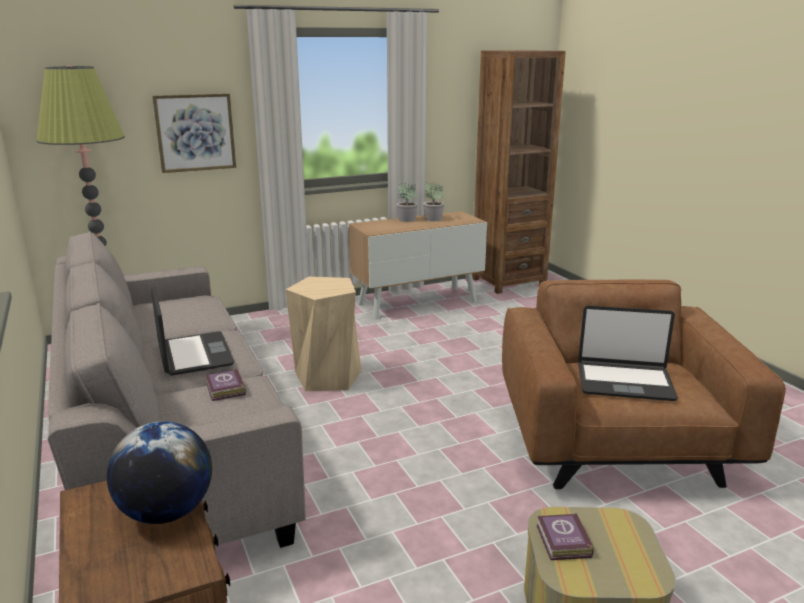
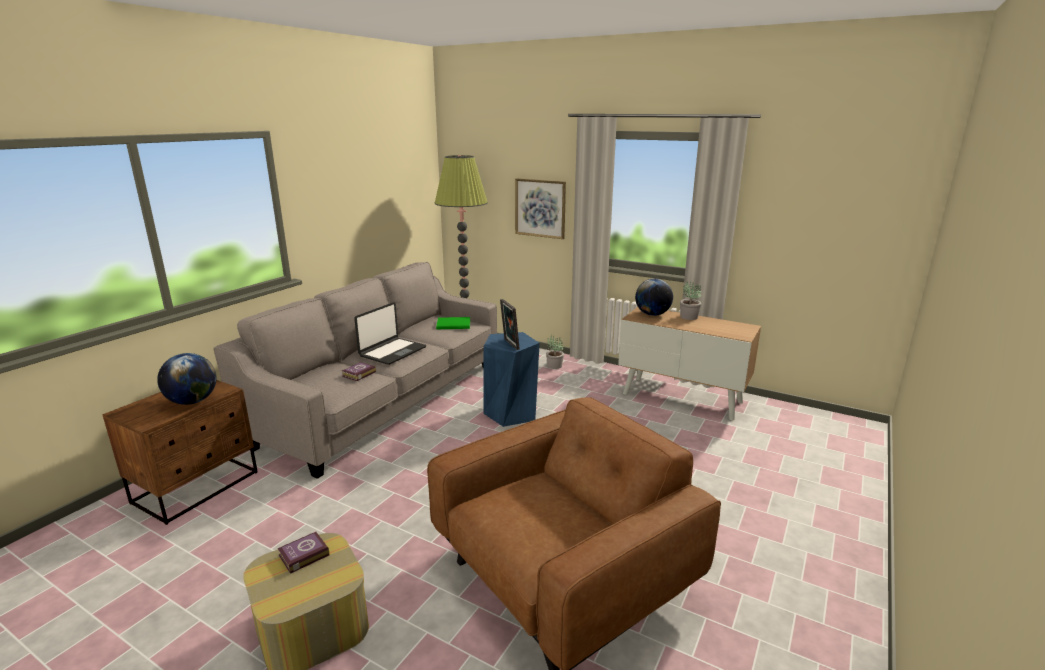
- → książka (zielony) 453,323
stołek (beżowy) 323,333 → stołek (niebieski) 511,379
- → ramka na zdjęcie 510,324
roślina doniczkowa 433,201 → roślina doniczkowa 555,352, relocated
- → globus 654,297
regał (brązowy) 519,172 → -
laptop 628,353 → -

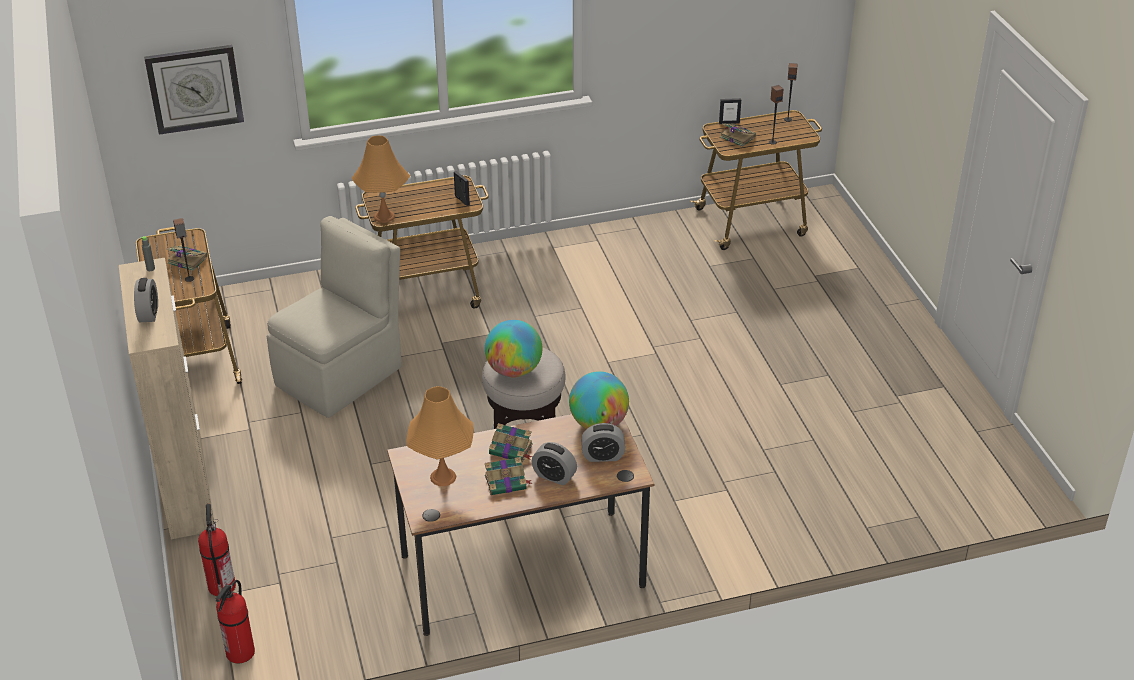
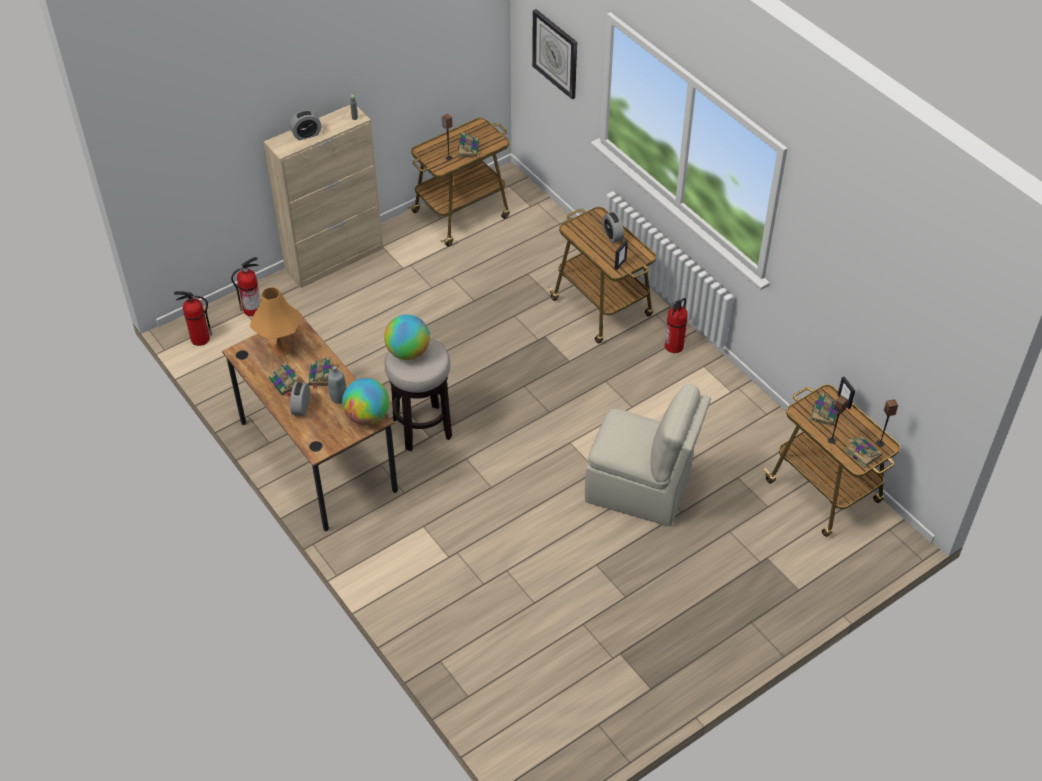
- → butelka (szary) 337,385
krzesło (beżowy) 334,317 → krzesło (beżowy) 648,455, relocated
budzik 603,442 → budzik 613,227, relocated
- → gaśnica 676,325
- → książka 863,452
lampa stołowa (pomarańczowy) 380,179 → -

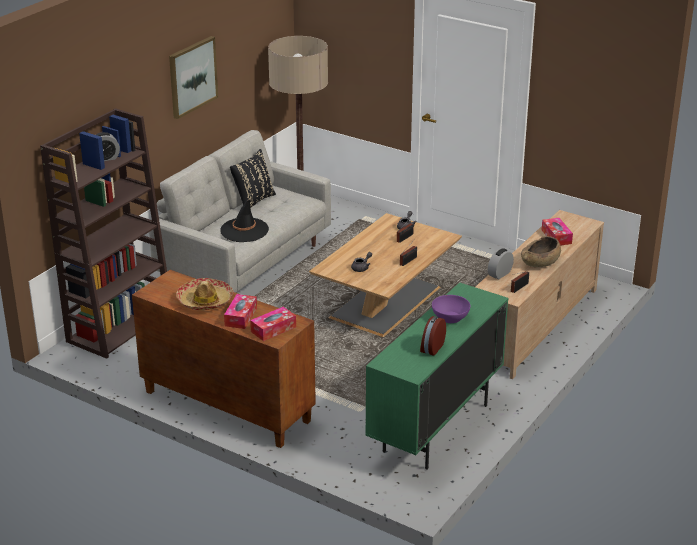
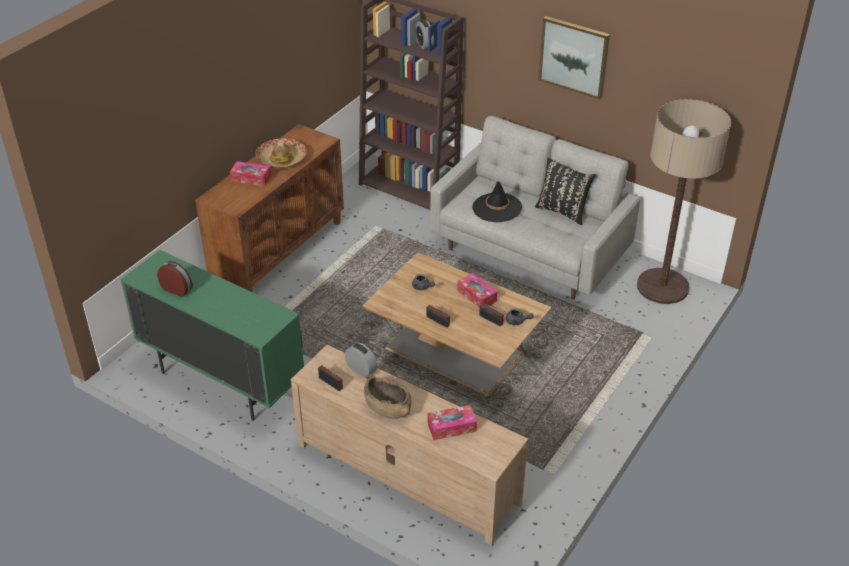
pudełko chusteczek 273,324 → pudełko chusteczek 477,290, relocated
miska (fioletowy) 451,309 → -

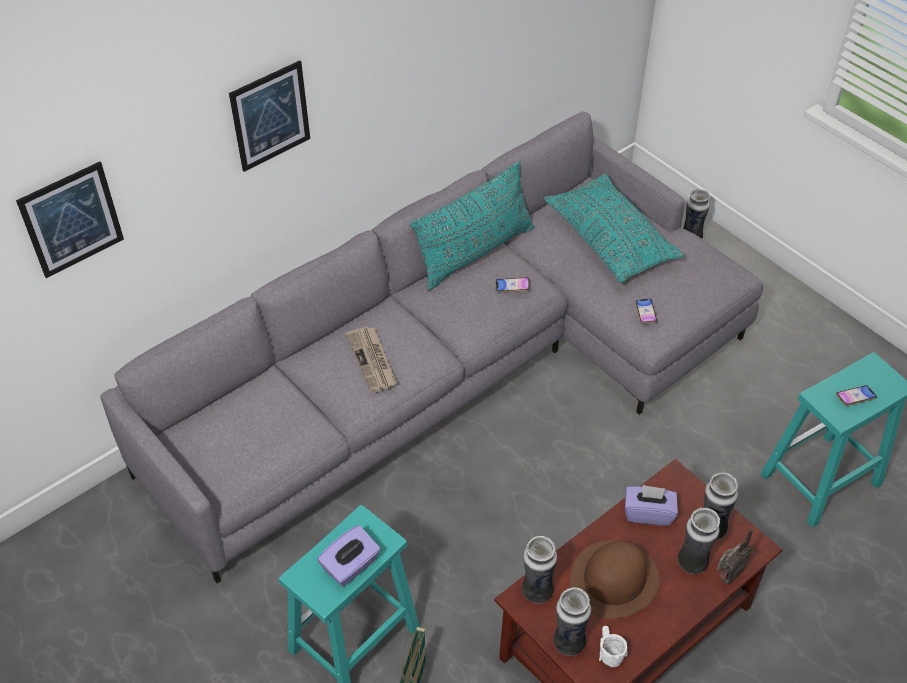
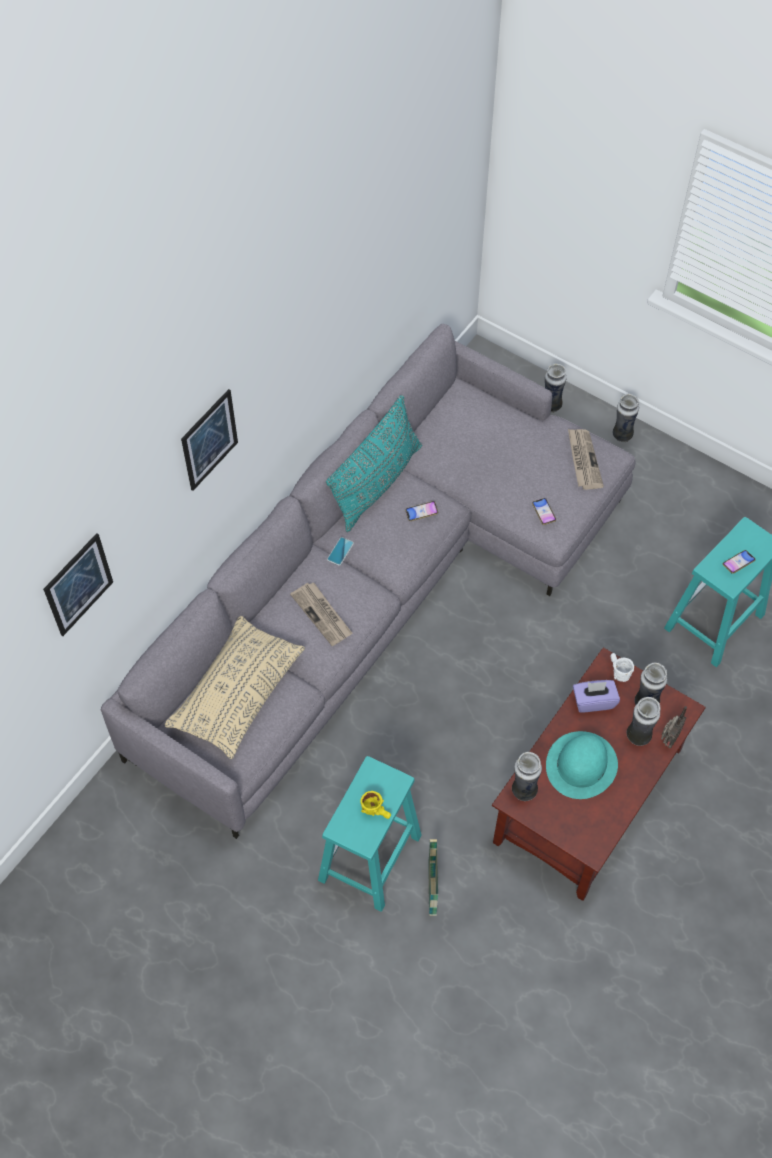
- → poduszka (beżowy) 235,687
- → telefon 340,551
pudełko chusteczek (fioletowy) 349,556 → kubek (żółty) 375,805
kapelusz (brązowy) 614,579 → kapelusz (turkusowy) 582,765
- → gazeta 586,459
kubek (biały) 613,646 → kubek (biały) 622,667, relocated
wazon 572,621 → wazon 626,418, relocated
poduszka (turkusowy) 614,228 → -

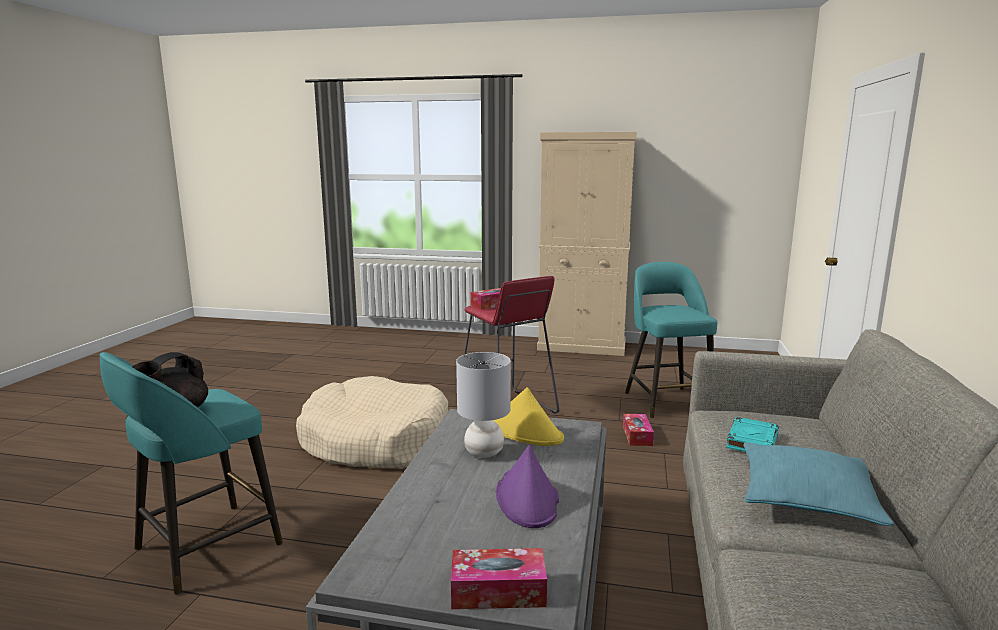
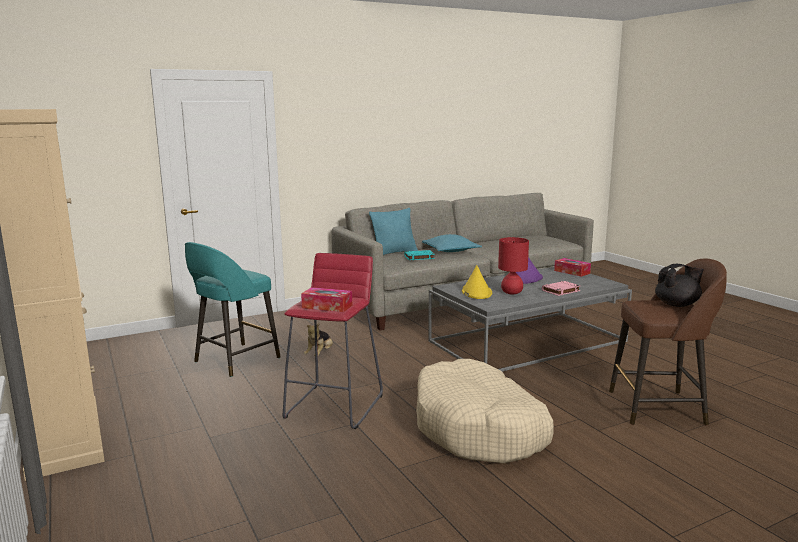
pudełko chusteczek 638,430 → pluszak 318,339
- → poduszka (turkusowy) 393,231
lampa stołowa (szary) 483,405 → lampa stołowa (czerwony) 513,265
- → książka (różowy) 561,288
stołek (turkusowy) 191,473 → stołek (brązowy) 668,342

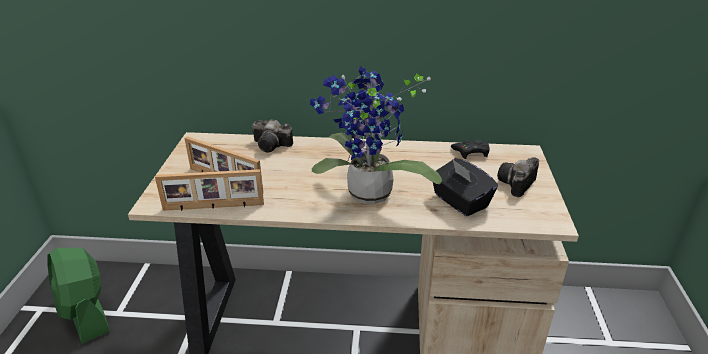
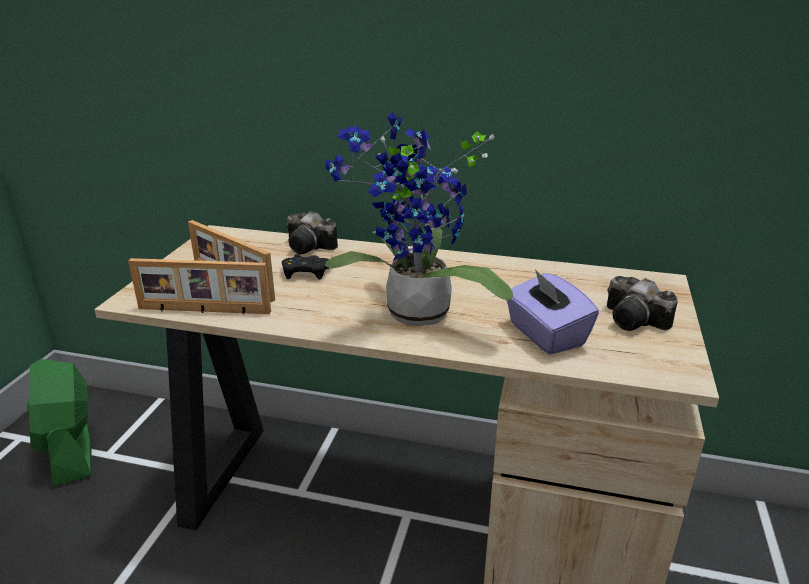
pad do gier (czarny) 470,149 → pad do gier (czarny) 305,267, relocated
pudełko chusteczek (czarny) 465,187 → pudełko chusteczek (fioletowy) 552,312
aparat fotograficzny 518,177 → aparat fotograficzny 642,303, 90 degrees counterclockwise

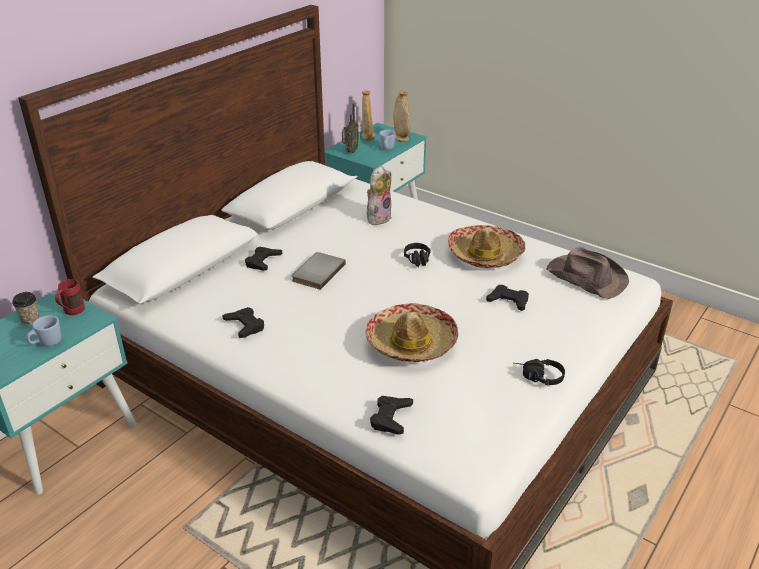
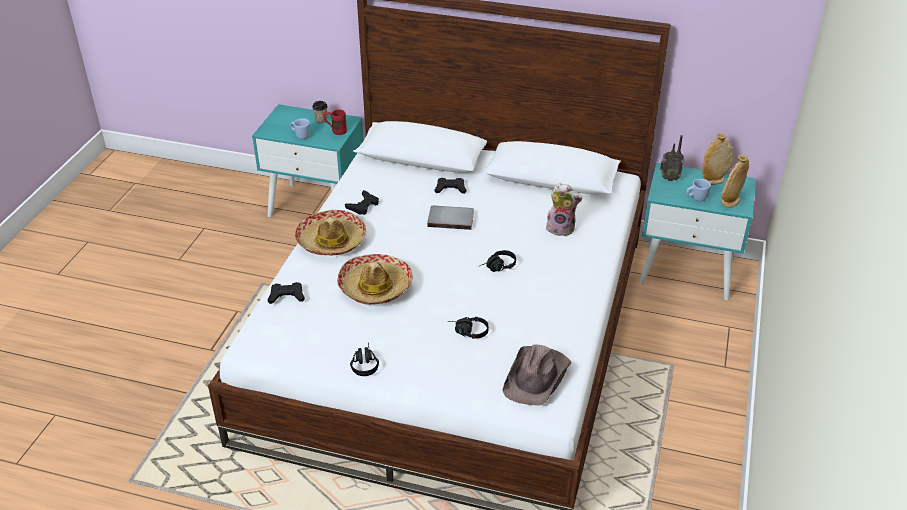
kapelusz 486,246 → kapelusz 330,233, relocated
pad do gier (czarny) 507,298 → słuchawki (czarny) 468,328

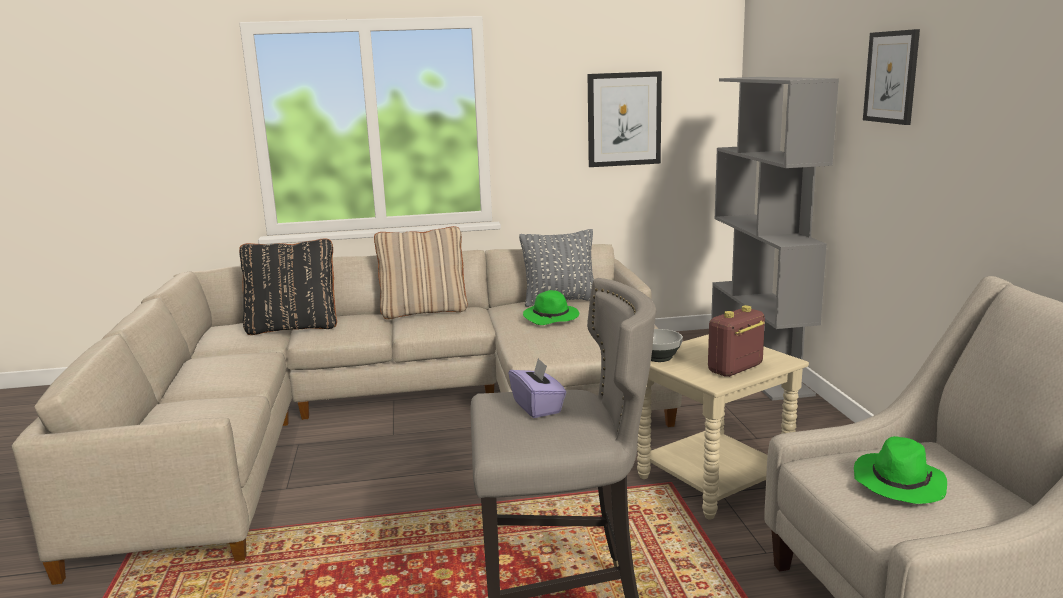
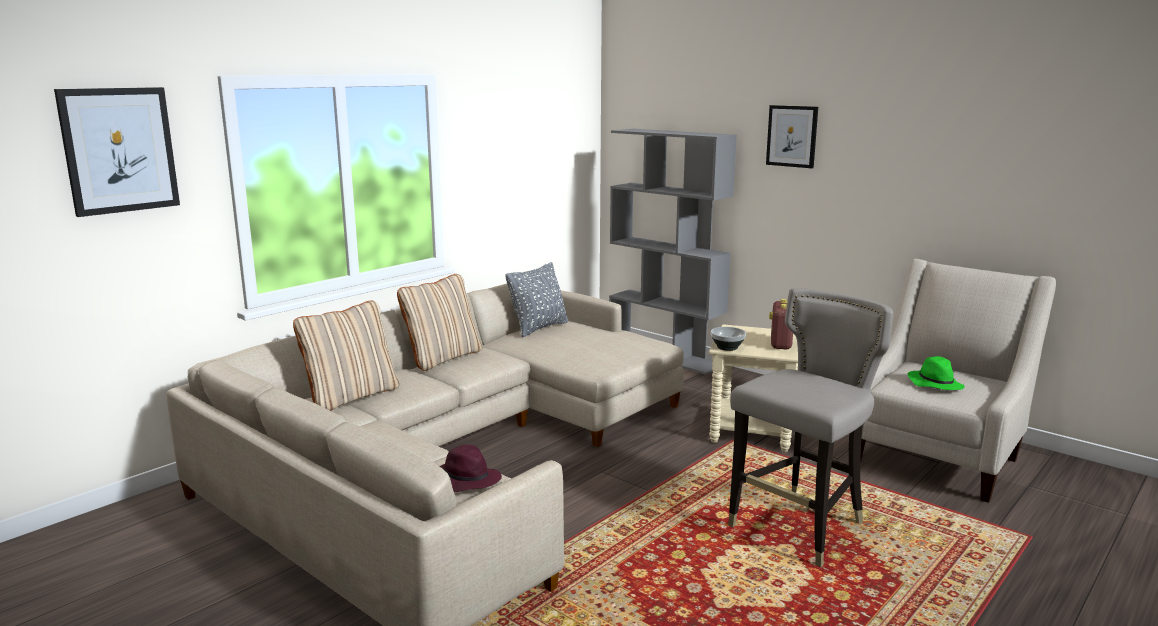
obraz 625,119 → obraz 117,152, relocated
poduszka (czarny) 288,286 → poduszka (beżowy) 346,355
- → kapelusz (fioletowy) 470,468
pudełko chusteczek (fioletowy) 538,388 → -
kapelusz (zielony) 551,307 → -

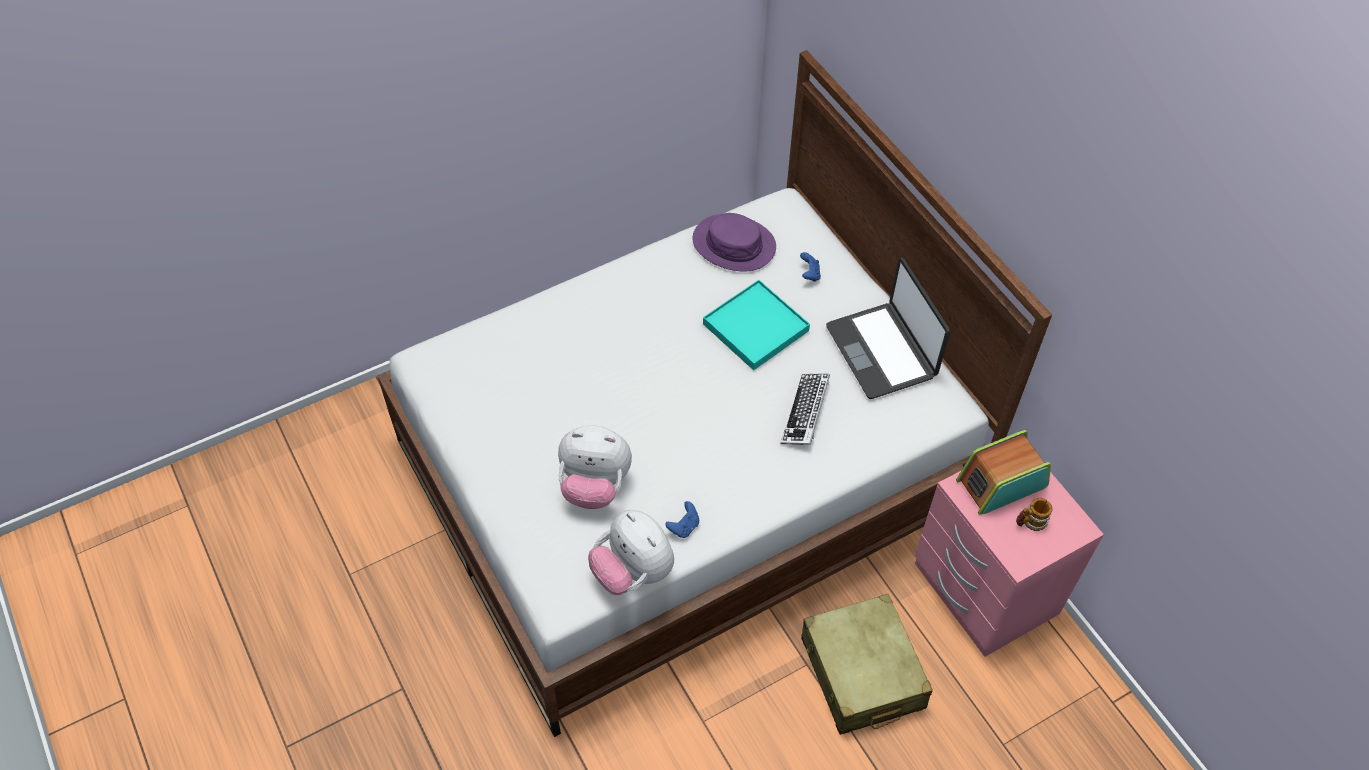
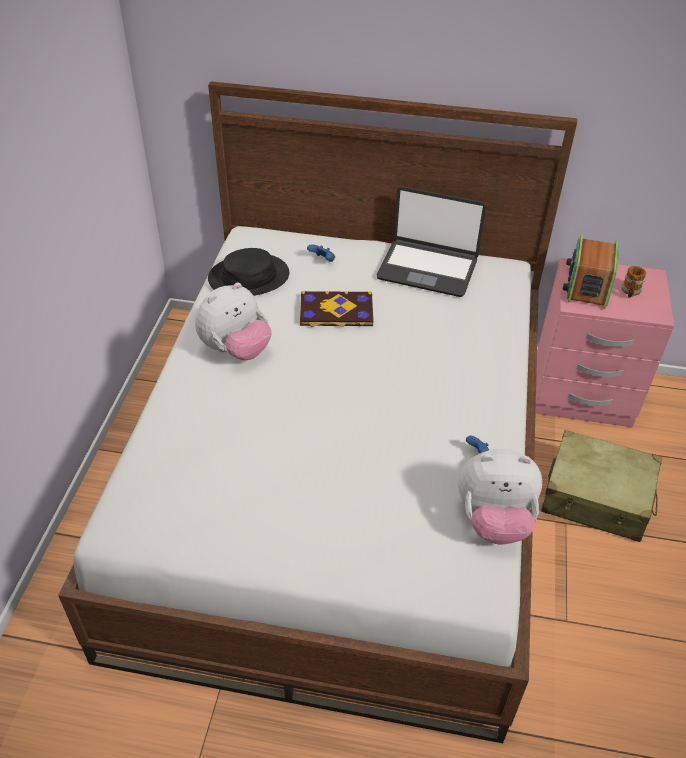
pluszak 595,467 → pluszak 233,321, relocated
kapelusz (fioletowy) 734,242 → kapelusz (czarny) 248,272
taca (turkusowy) 756,325 → książka 337,309
klawiatura 805,409 → -

